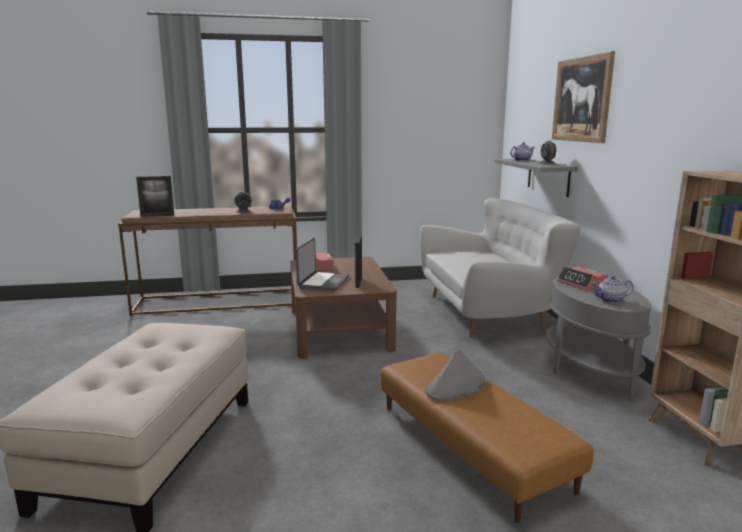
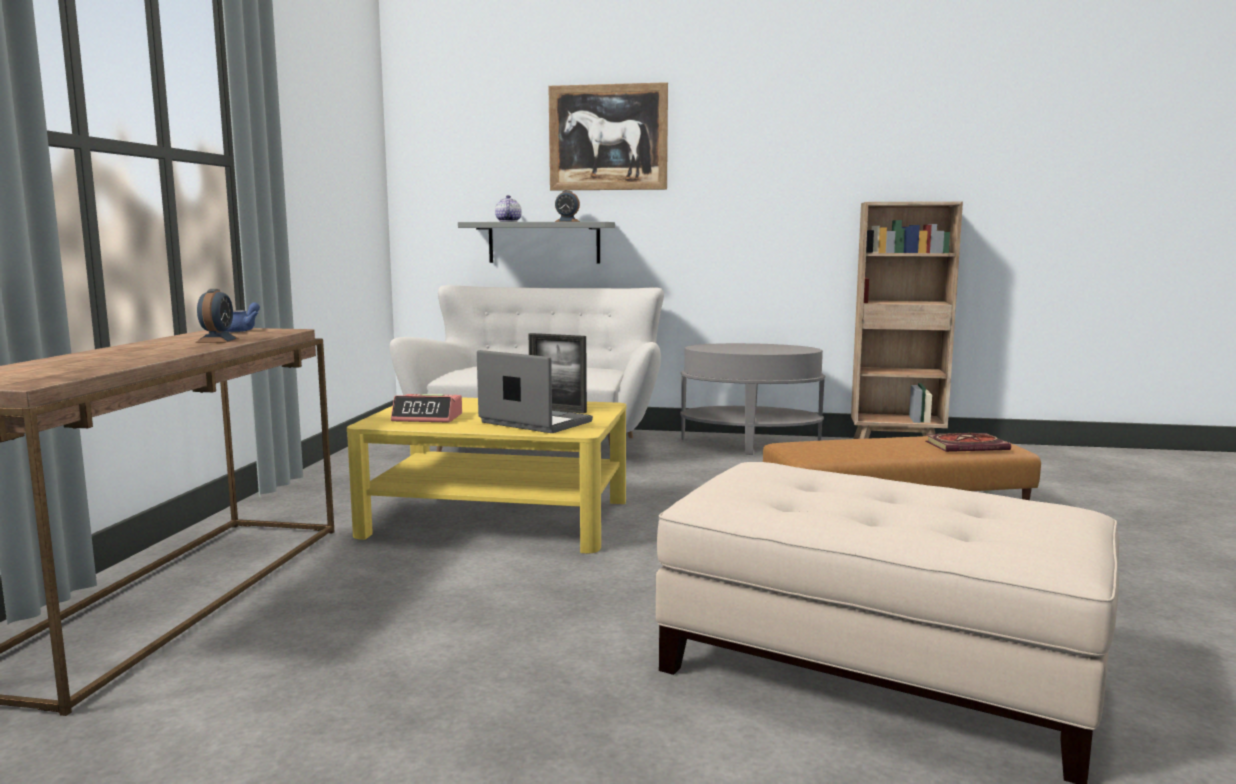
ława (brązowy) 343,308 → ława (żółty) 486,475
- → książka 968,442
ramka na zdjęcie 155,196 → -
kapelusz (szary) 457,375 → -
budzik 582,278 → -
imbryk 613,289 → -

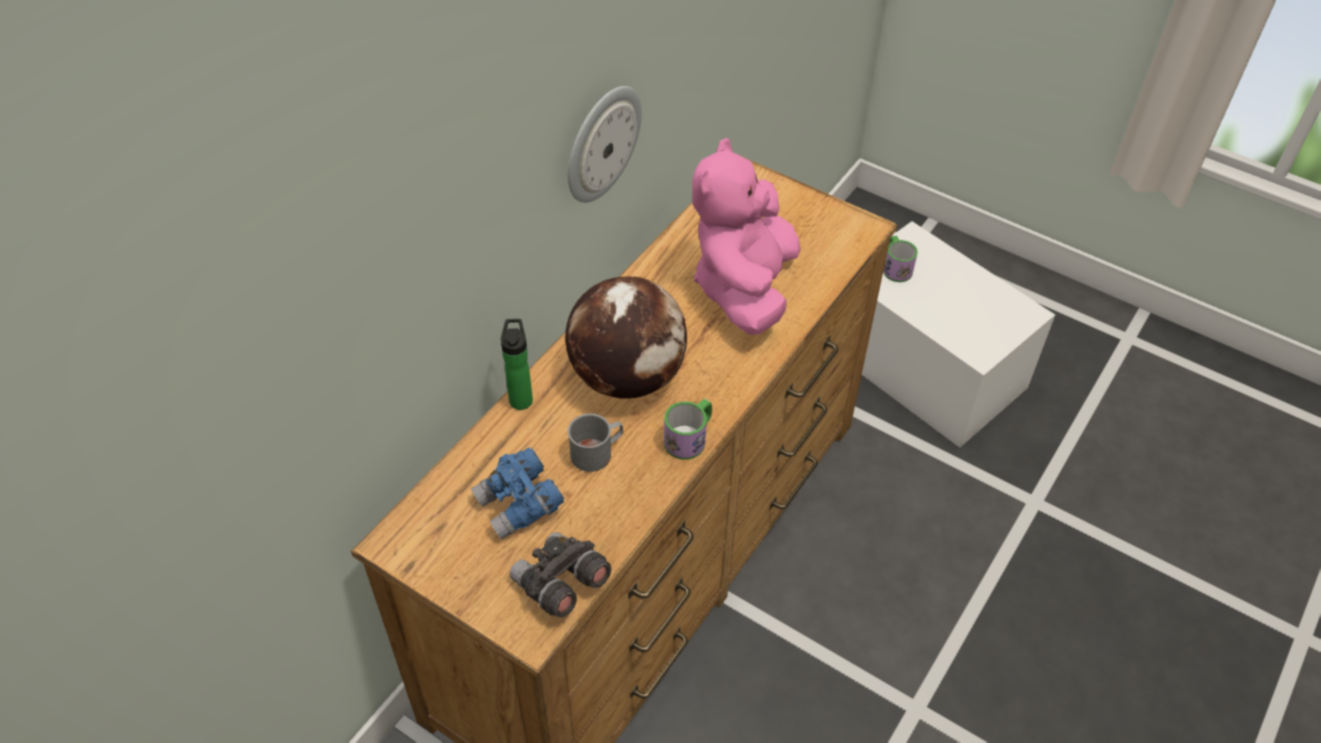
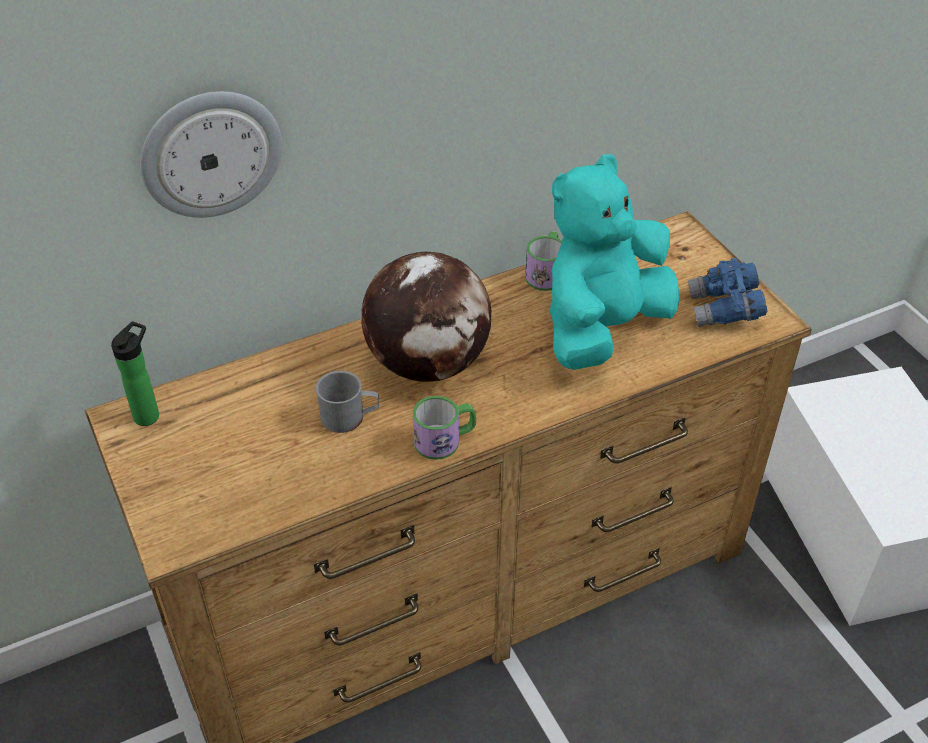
butelka 517,364 → butelka 135,373, relocated
zegar ścienny 605,144 → zegar ścienny 211,154, relocated
kubek 900,259 → kubek 543,261, relocated
pluszak (różowy) 746,236 → pluszak (turkusowy) 615,262
lornetka (niebieski) 517,493 → lornetka (niebieski) 727,292, relocated
lornetka (szary) 560,575 → -

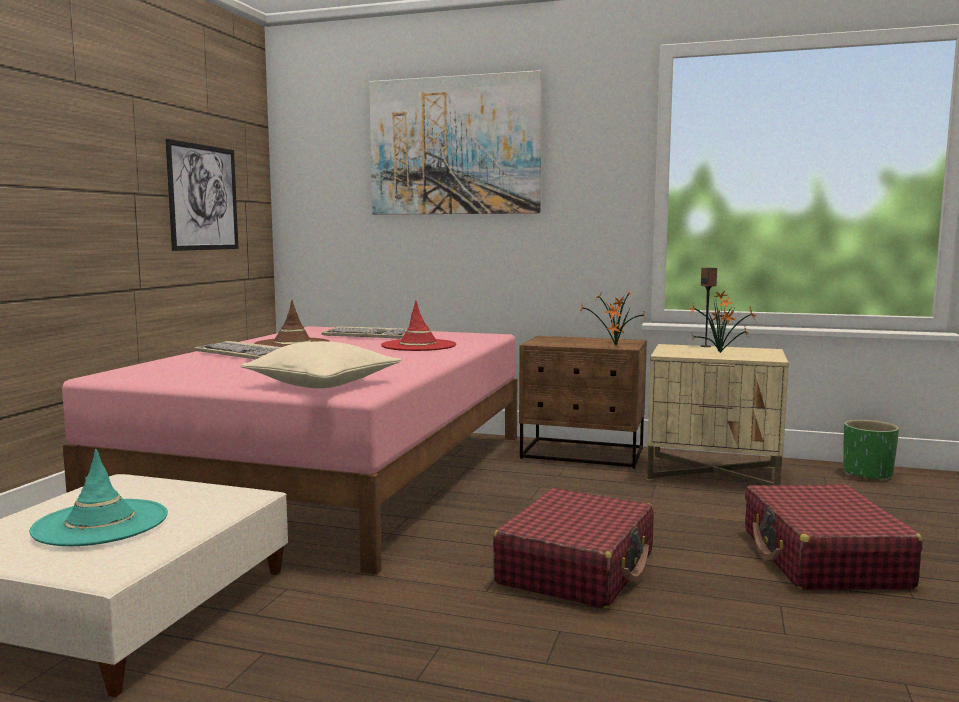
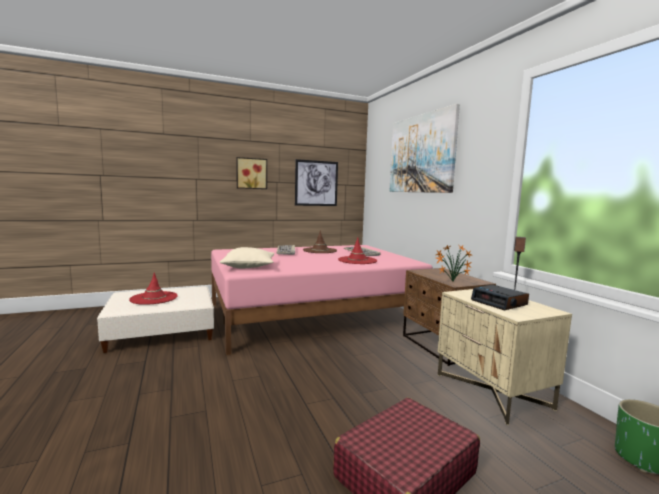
kapelusz (turkusowy) 98,497 → kapelusz (czerwony) 153,288
- → obraz 251,173
roślina doniczkowa 723,322 → budzik 500,297
walizka (czerwony) 573,548 → -

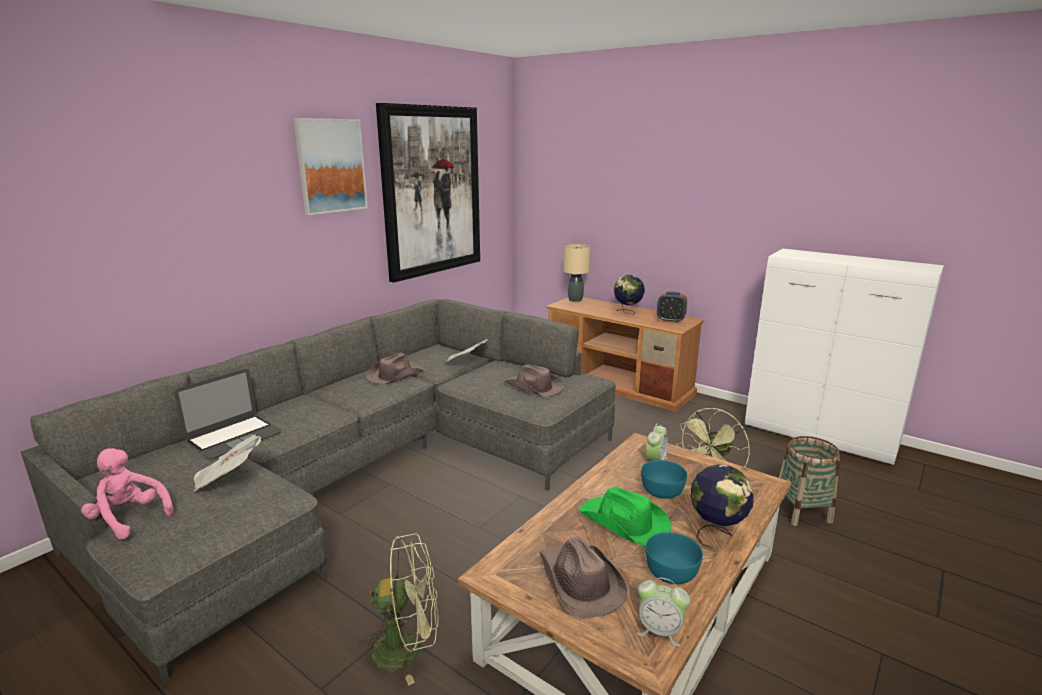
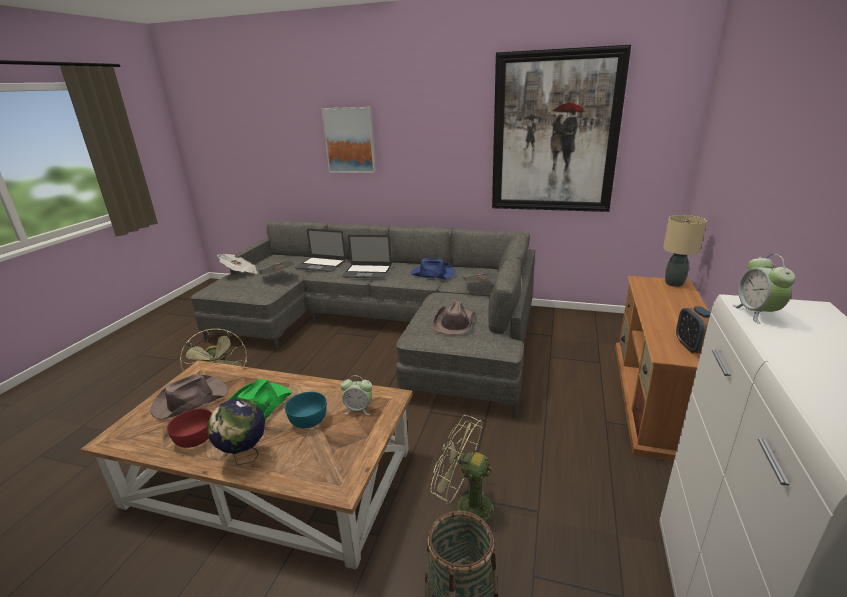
miska (turkusowy) 674,558 → miska (czerwony) 189,428
pluszak (różowy) 127,493 → gazeta 237,264
obraz 330,166 → obraz 348,140, relocated
- → laptop 367,256
kapelusz (brązowy) 395,368 → kapelusz (niebieski) 433,268
budzik 663,612 → budzik 764,289, relocated
globus 629,294 → -

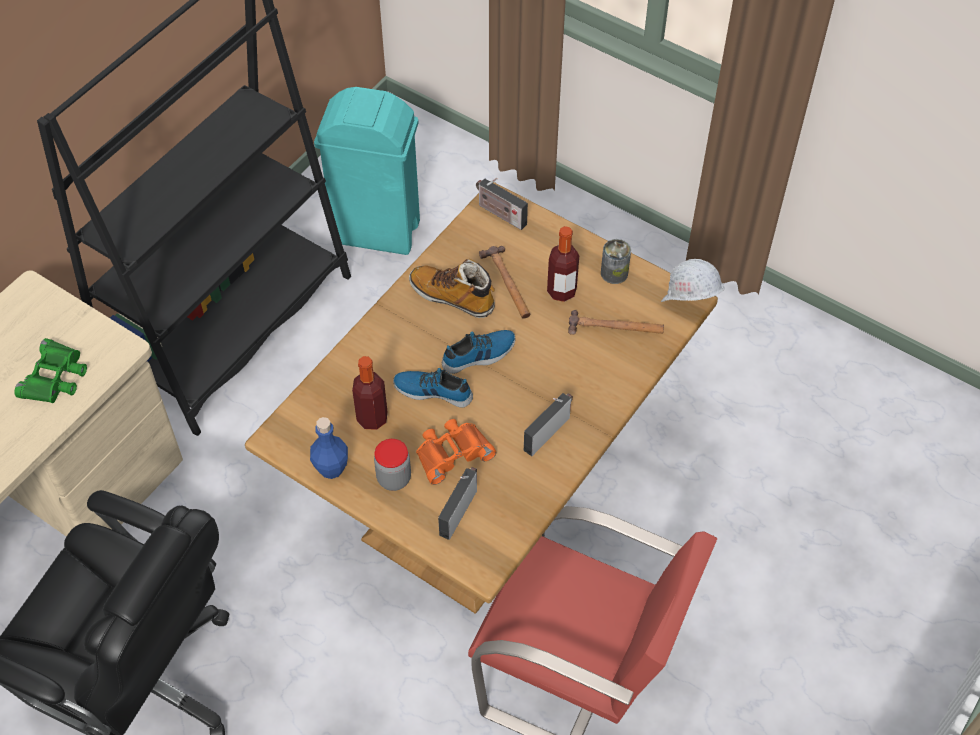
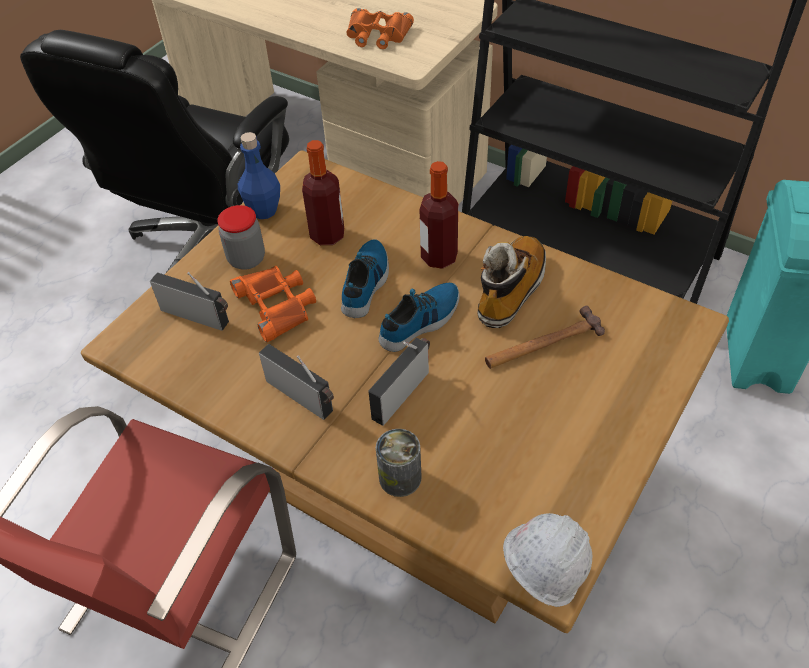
lornetka (zielony) 50,370 → lornetka (pomarańczowy) 380,28
radio 502,203 → radio 399,382, relocated
puszka 616,261 → puszka 399,463, relocated
but 479,352 → but 419,317, 105 degrees counterclockwise
butelka 563,264 → butelka 438,215, relocated
młotek 616,322 → -

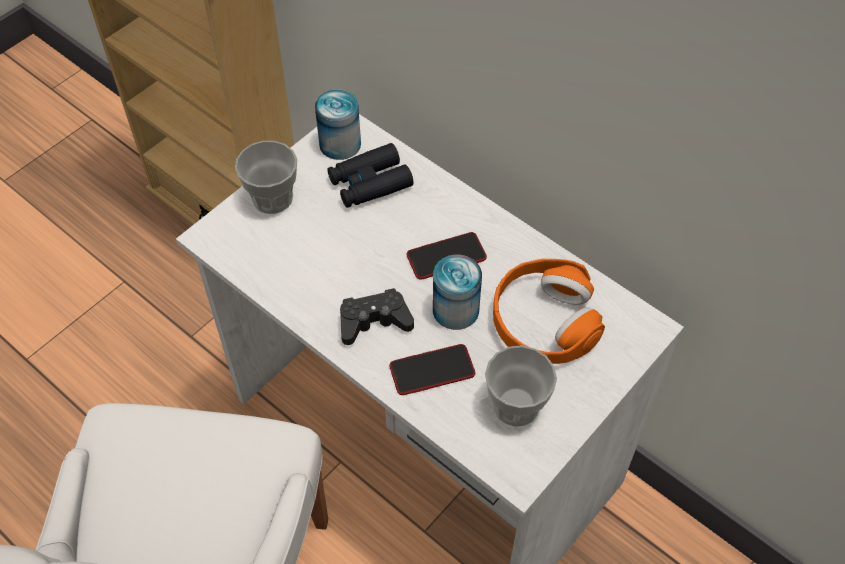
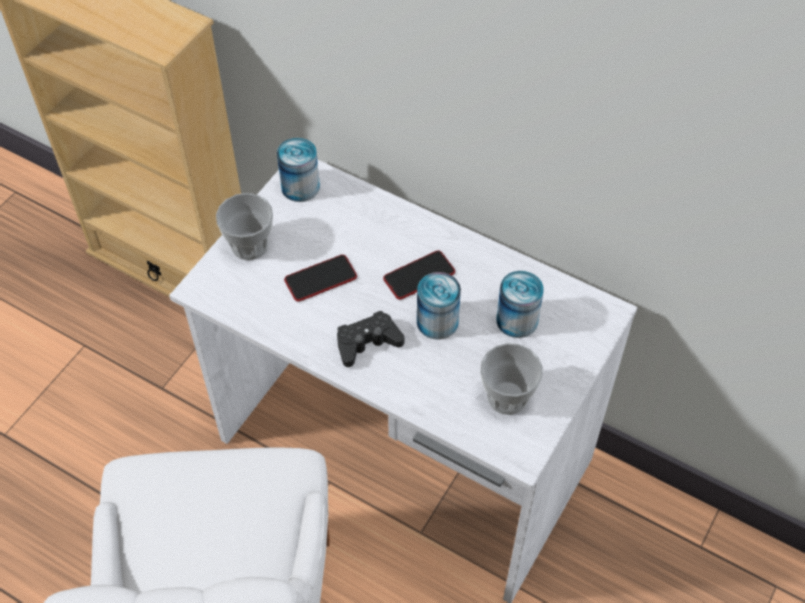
telefon 432,369 → telefon 320,278, relocated
słuchawki (pomarańczowy) 549,311 → puszka 520,304
lornetka (czarny) 370,175 → -

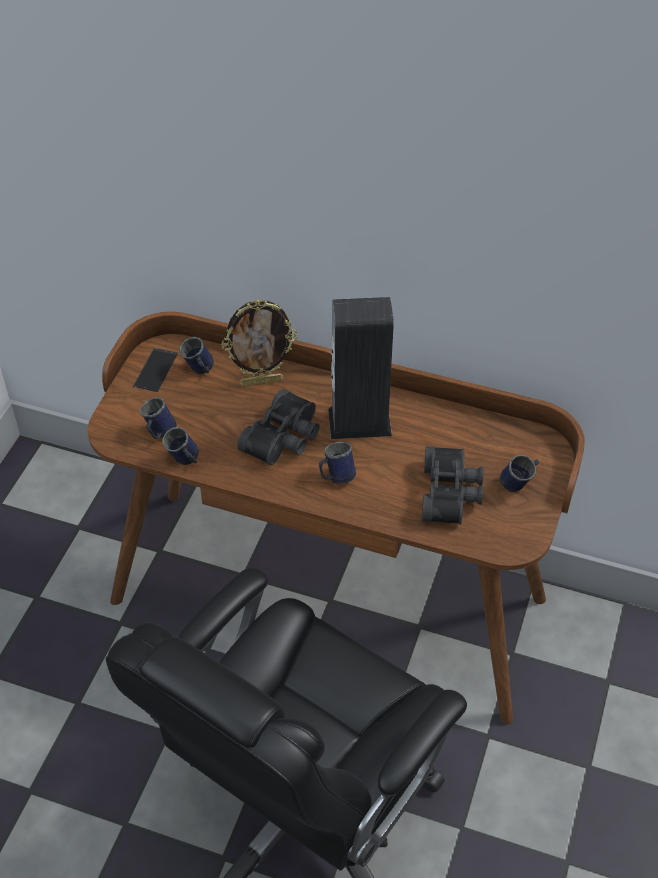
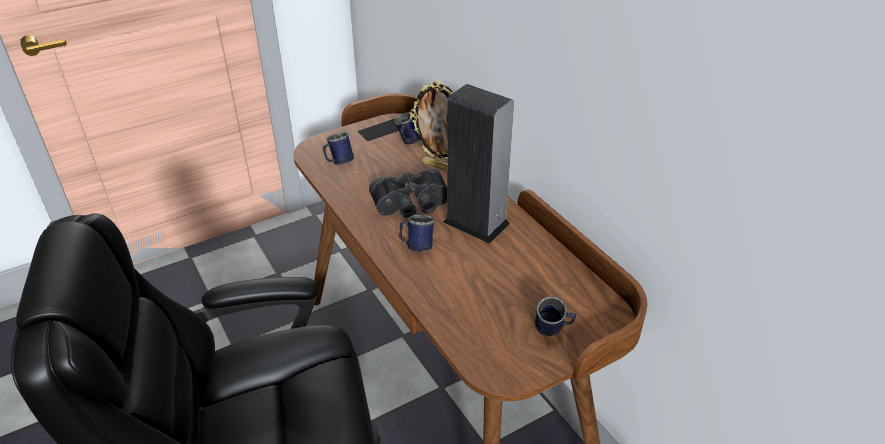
kubek (niebieski) 180,446 → -
lornetka (czarny) 452,485 → -

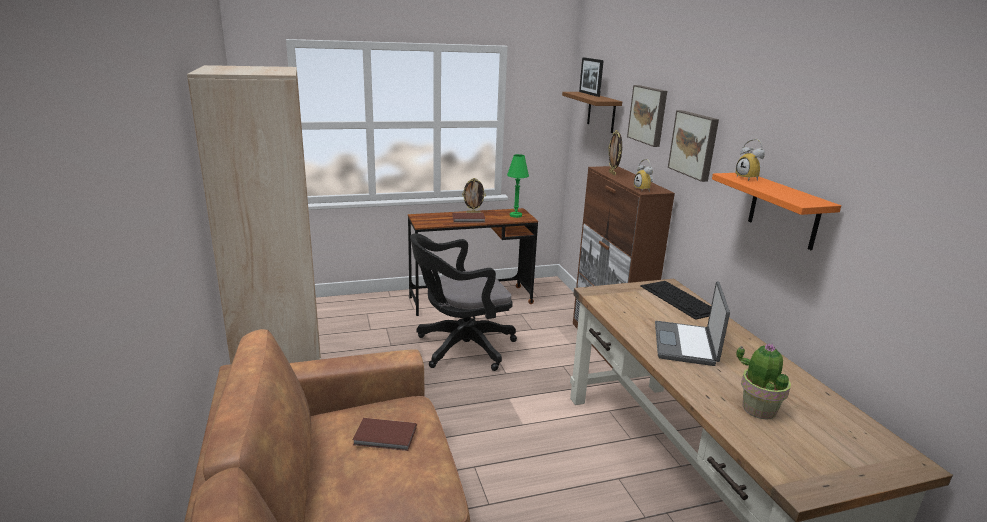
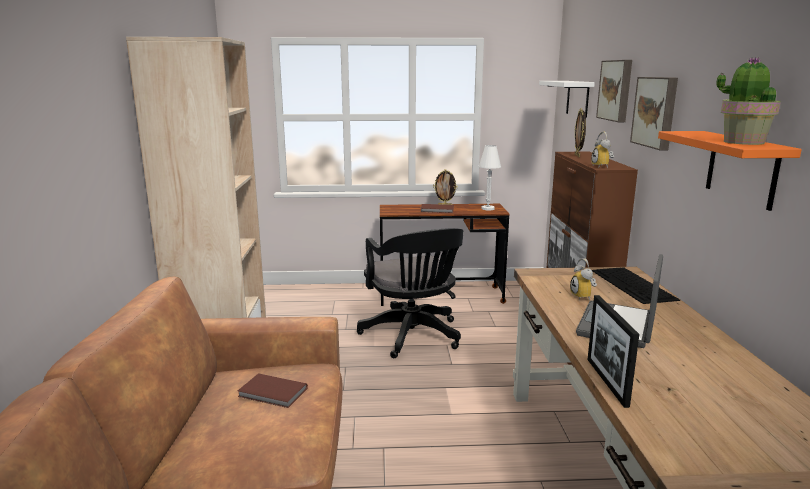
krzesło biurowe (czarny) 463,302 → krzesło biurowe (czarny) 410,293, 105 degrees counterclockwise
lampa stołowa (zielony) 518,186 → lampa stołowa (biały) 490,177
półka (brązowy) 592,112 → półka (biały) 567,99
budzik 750,160 → budzik 583,279, relocated
ramka na zdjęcie 591,77 → ramka na zdjęcie 613,351, relocated
roślina doniczkowa 763,381 → roślina doniczkowa 748,101, relocated

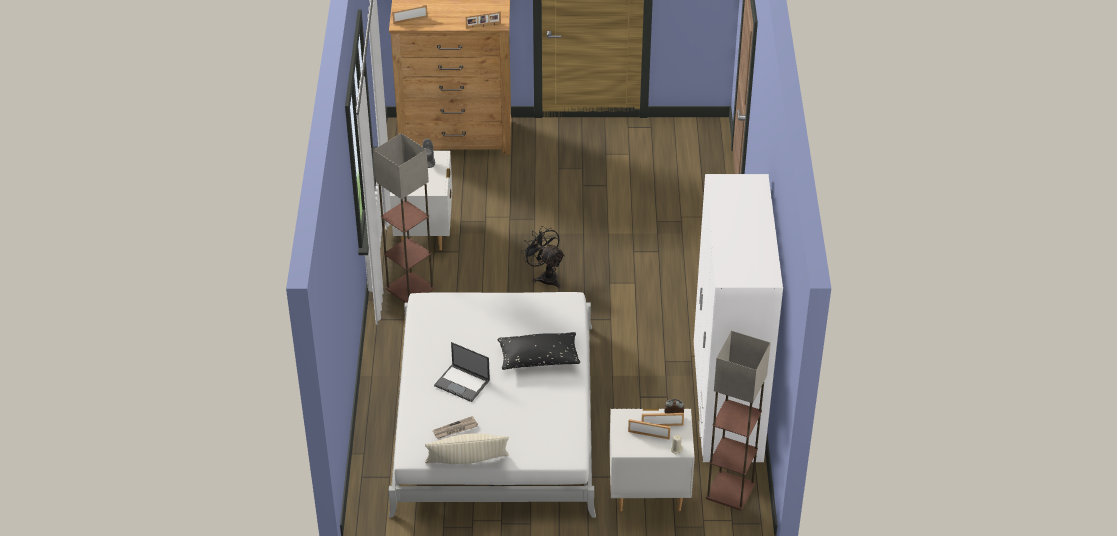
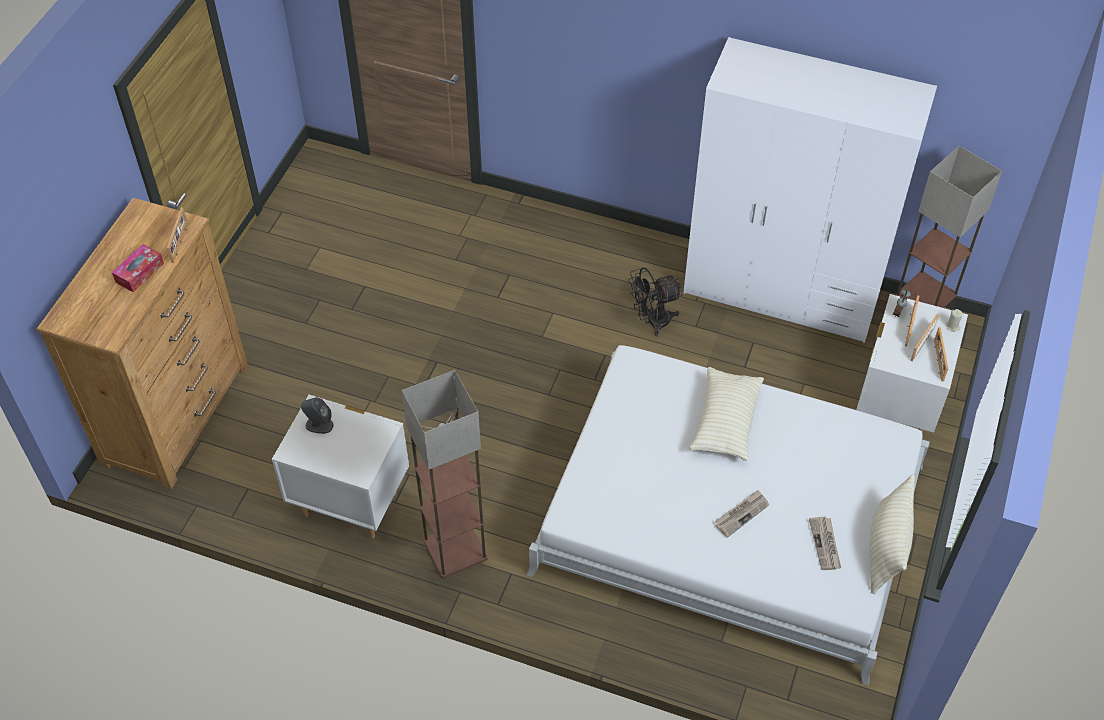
- → pudełko chusteczek 138,268
wentylator (czarny) 543,257 → wentylator (czarny) 655,302, relocated
poduszka (czarny) 539,351 → poduszka (beżowy) 726,414
laptop 462,372 → gazeta 742,514
ramka na zdjęcie 410,14 → ramka na zdjęcie 941,354, relocated

